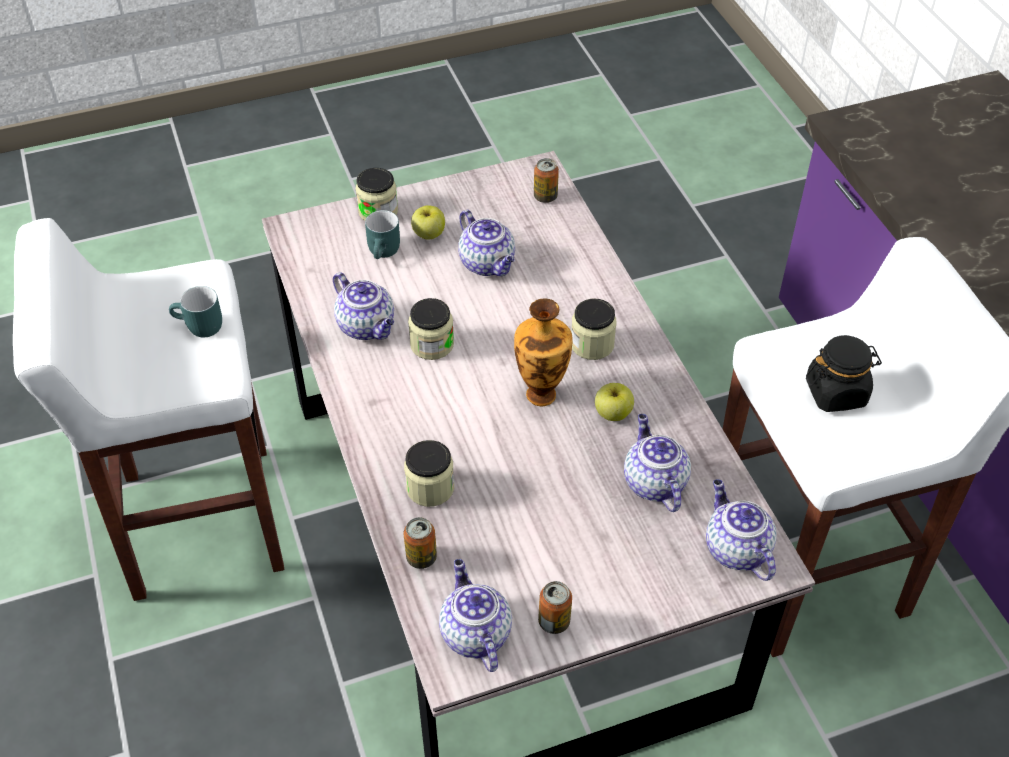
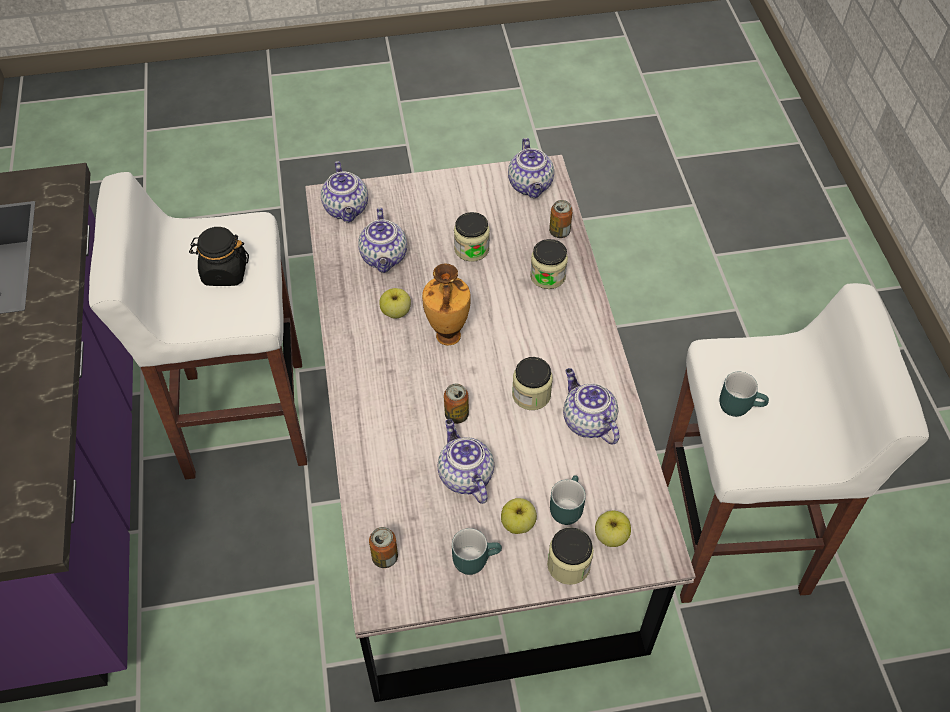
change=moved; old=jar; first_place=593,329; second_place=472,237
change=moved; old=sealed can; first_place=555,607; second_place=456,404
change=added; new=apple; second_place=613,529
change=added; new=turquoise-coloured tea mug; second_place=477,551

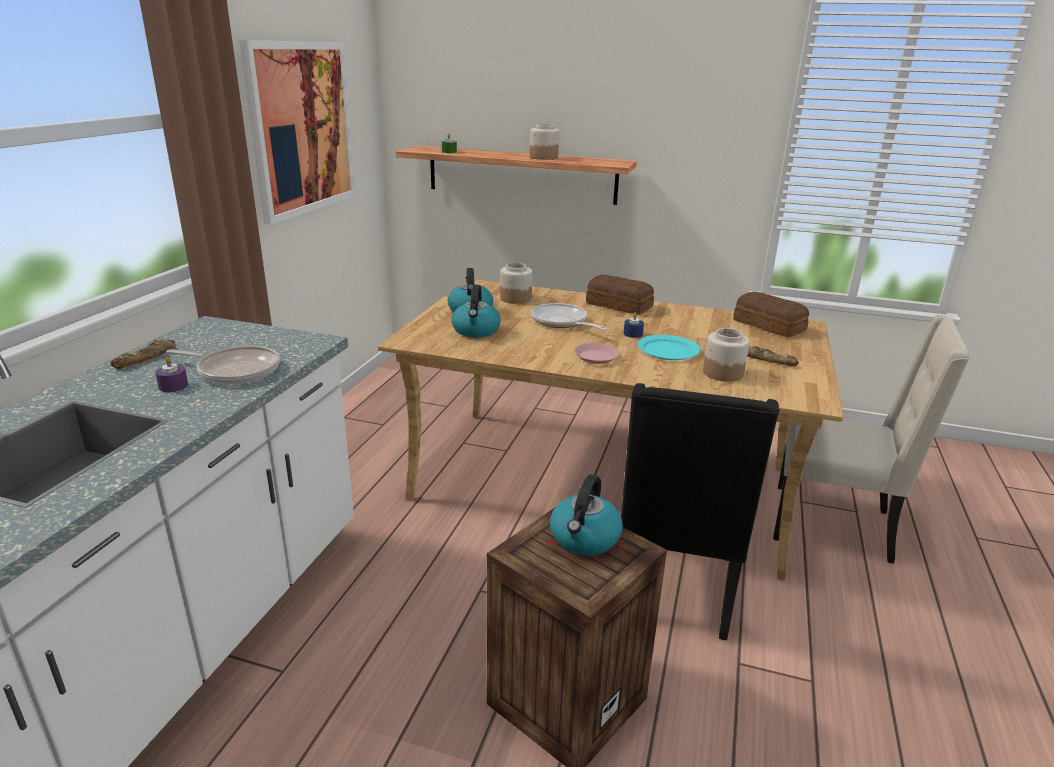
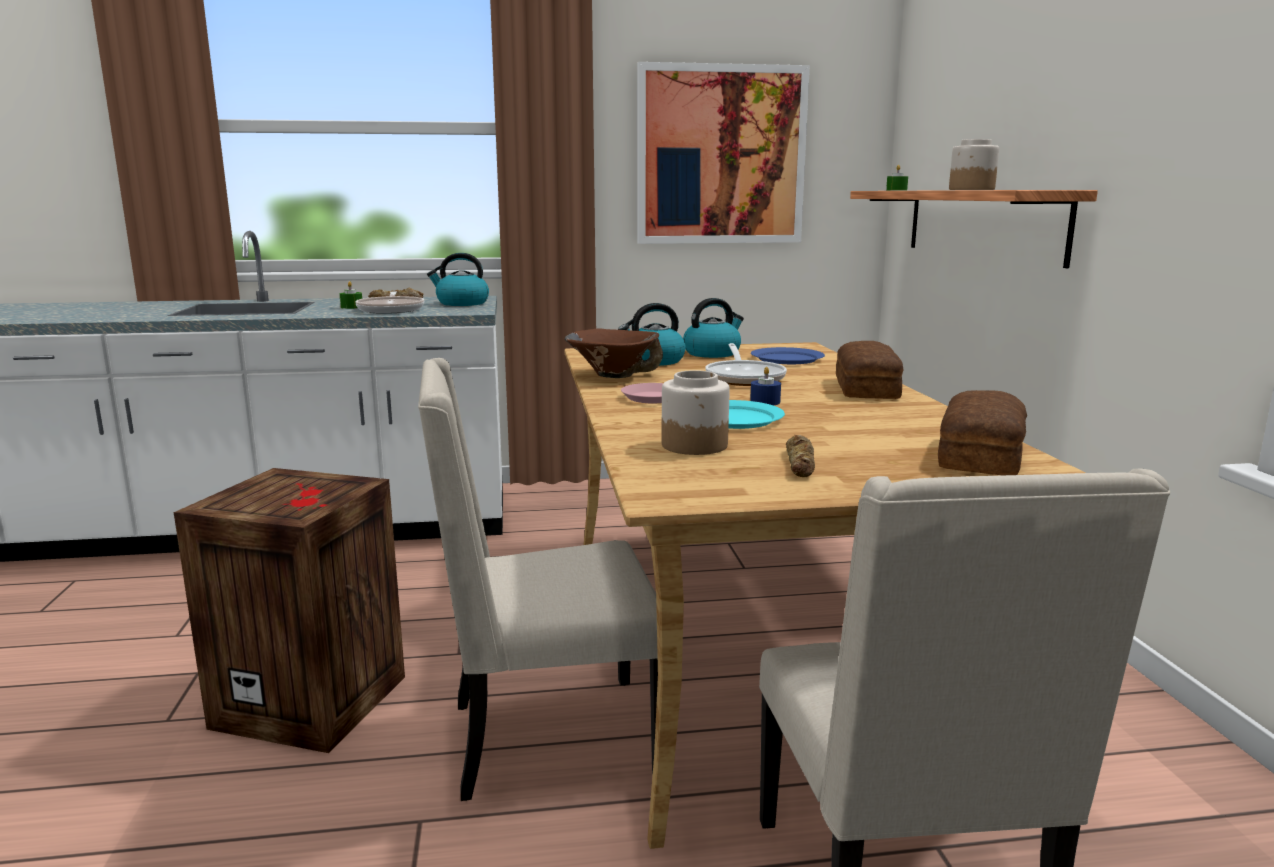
change=replaced; old=jar; new=blue plate; first_place=516,283; second_place=788,355
change=turned; old=frying pan; first_place=569,317; second_place=746,364; degrees=150
change=recoloured; old=purple-coloured wax light; new=green wax light; first_place=171,374; second_place=350,295
change=recoloured; old=black plain chair; new=beige-coloured plain chair; first_place=700,511; second_place=538,579
change=moved; old=kettle; first_place=586,514; second_place=458,279
change=added; new=brownish bowl; second_place=613,353

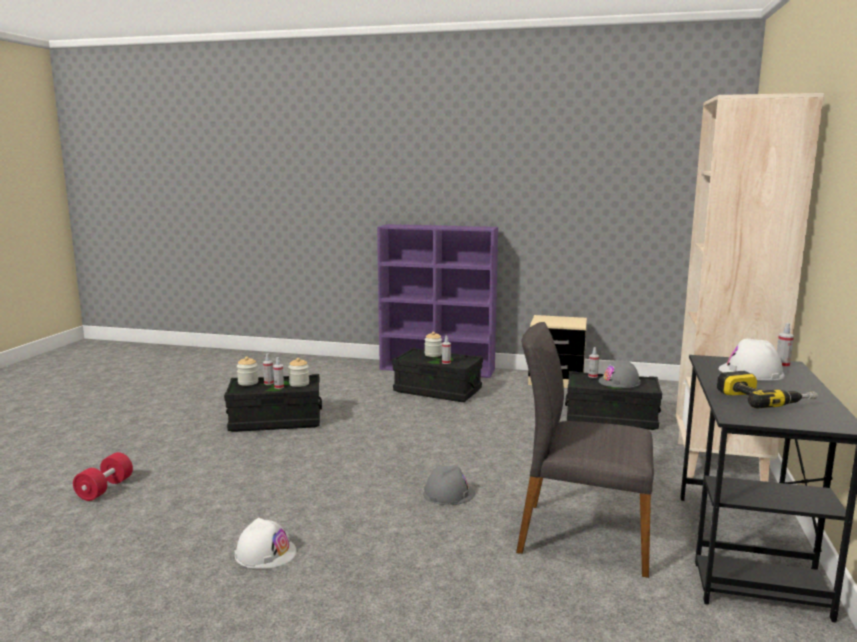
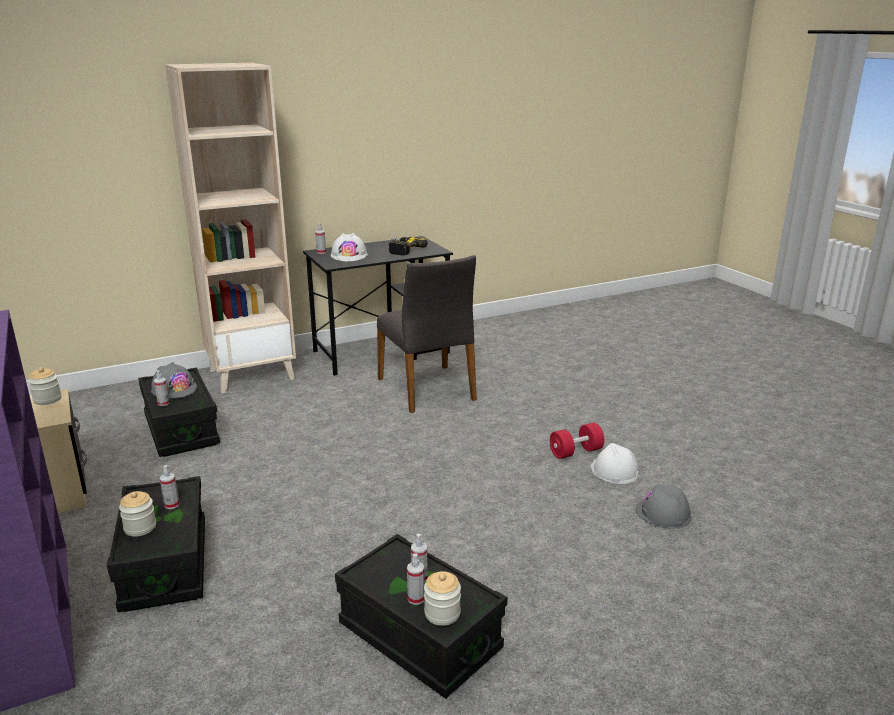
change=moved; old=jar; first_place=298,372; second_place=45,386
change=moved; old=red hand weight; first_place=103,476; second_place=577,441
change=moved; old=greyish hard hat; first_place=449,485; second_place=663,507

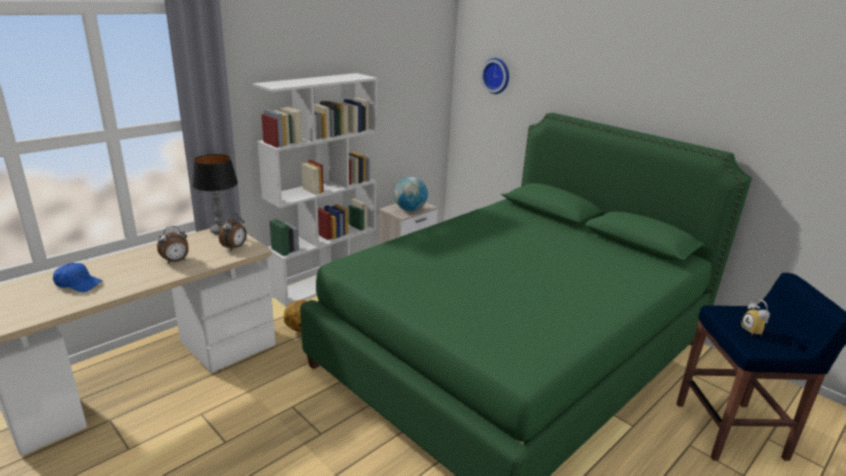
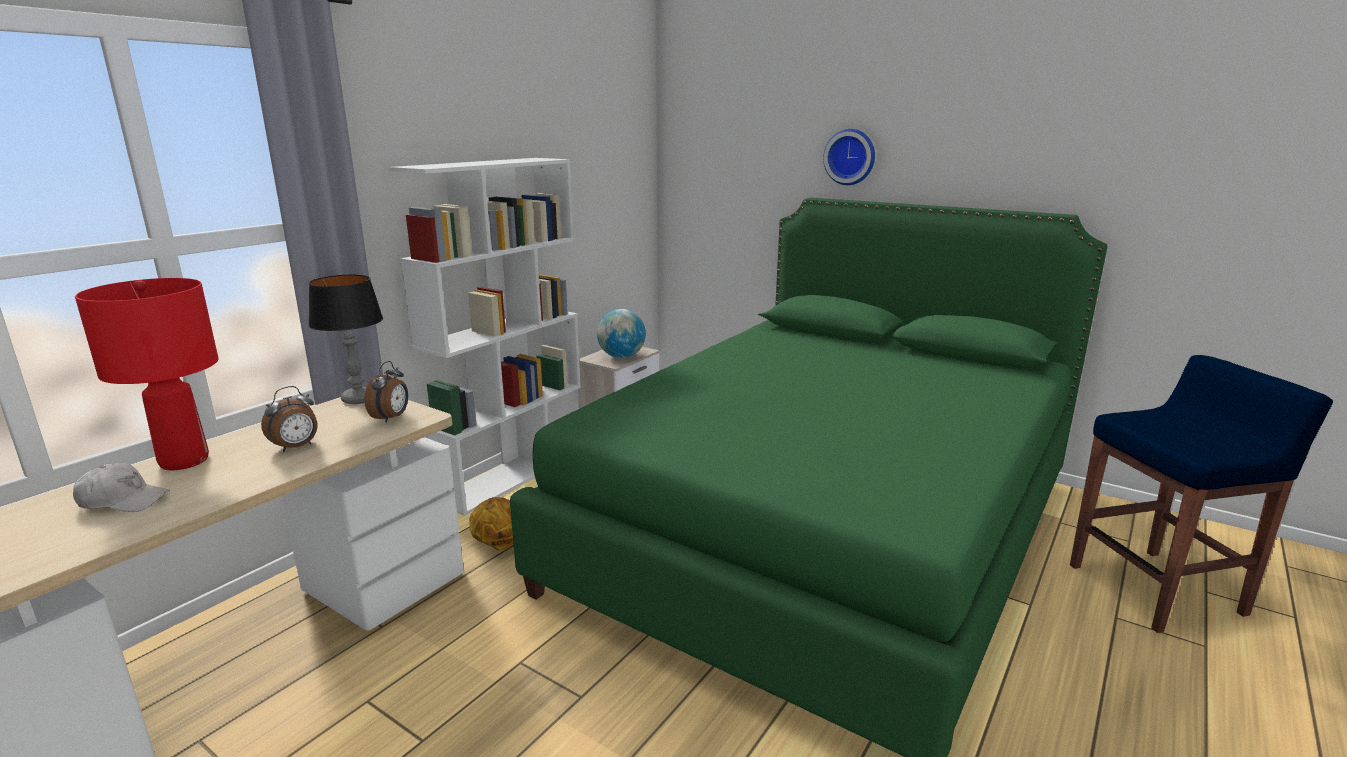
change=moved; old=clock on the wall; first_place=495,76; second_place=849,157
change=recoloured; old=blue cap; new=white cap; first_place=77,277; second_place=121,487
change=removed; old=table clock; first_place=755,317
change=added; new=red lamp for a table; second_place=147,374

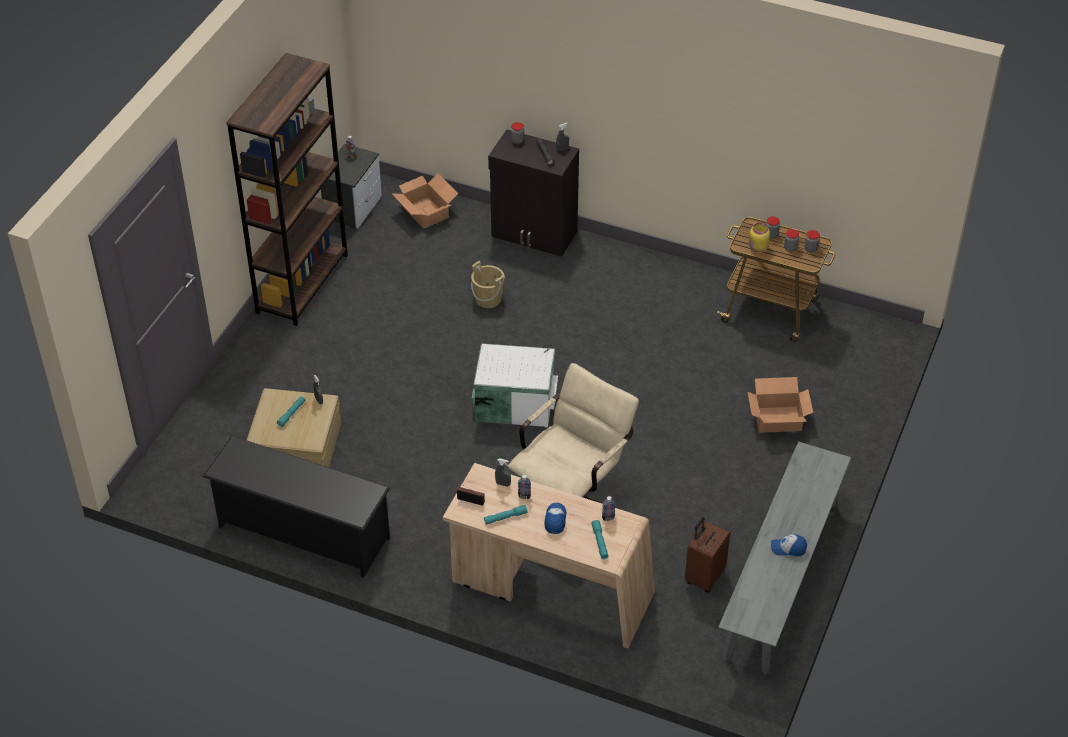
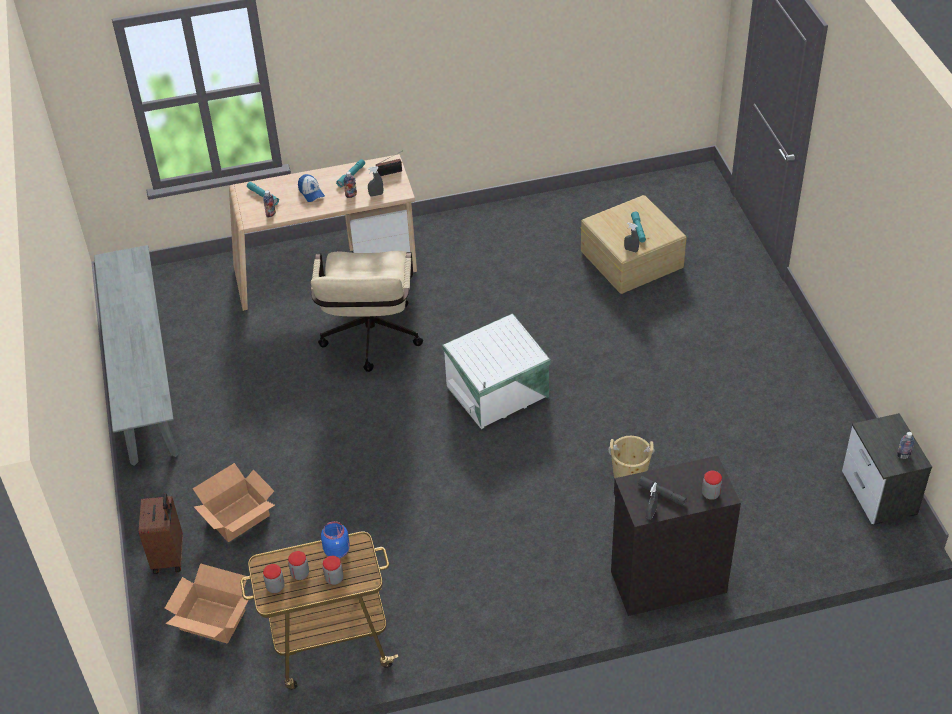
change=removed; old=brownish bookshelf; first_place=287,189
change=moved; old=carton; first_place=425,201; second_place=206,603
change=recoloured; old=yellowish jar; new=blue jar; first_place=759,237; second_place=335,539
change=removed; old=black shoe rack; first_place=296,507
change=moved; old=brownish suitcase; first_place=707,555; second_place=161,533
change=removed; old=cap; first_place=789,545

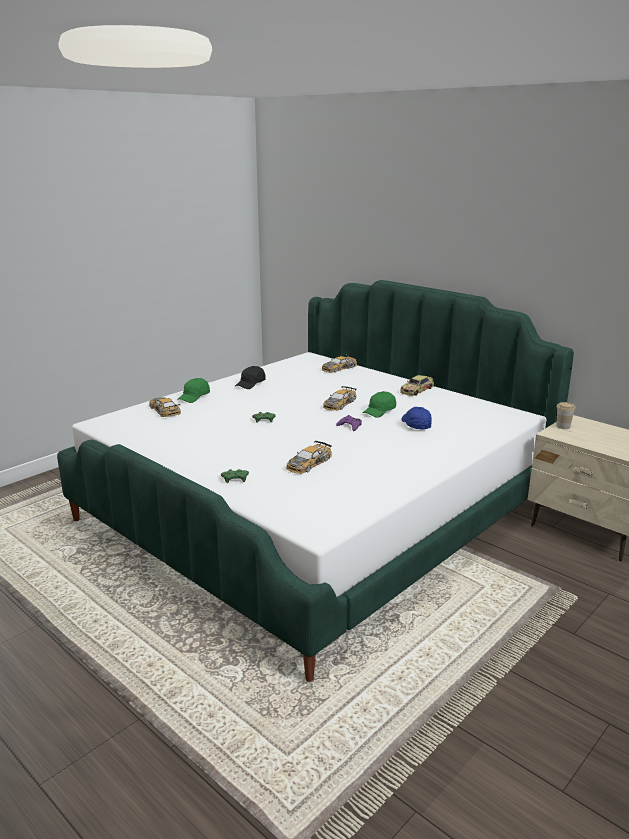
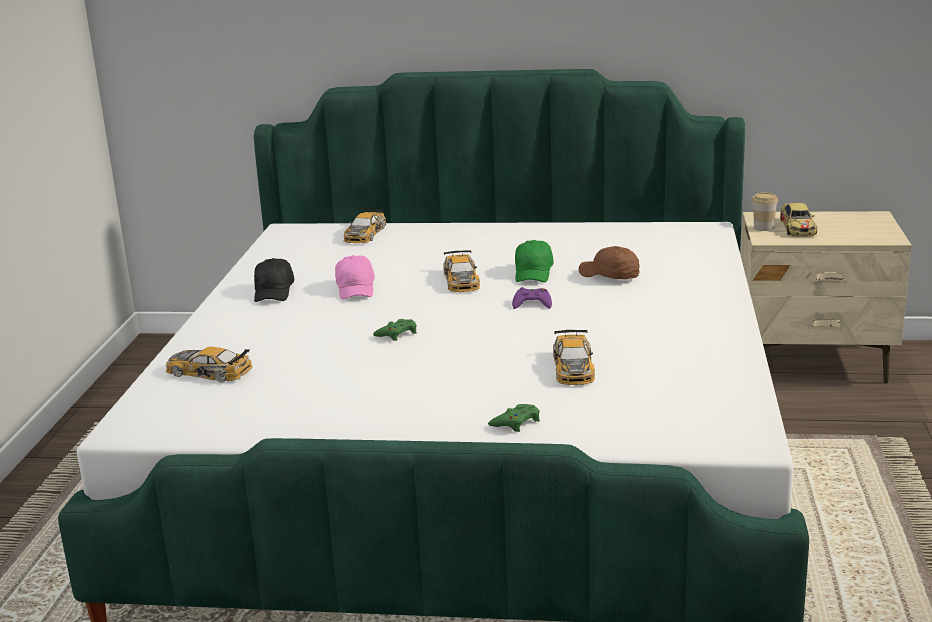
change=moved; old=miniature car; first_place=417,385; second_place=798,220
change=removed; old=green cap; first_place=193,390
change=recoloured; old=blue cap; new=brownish cap; first_place=417,418; second_place=609,262
change=added; new=pink cap; second_place=355,277

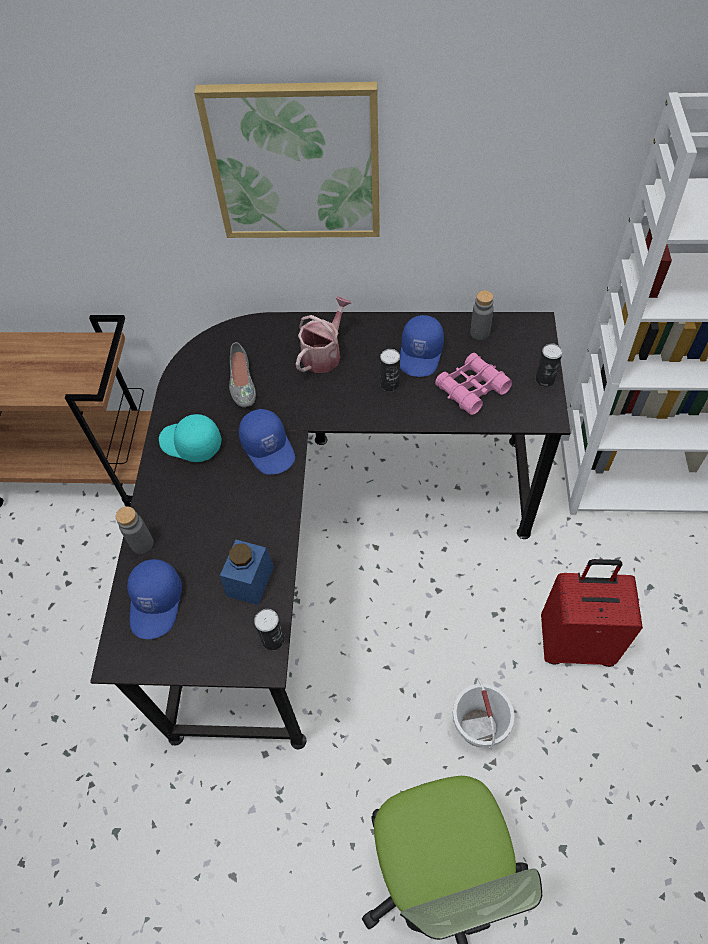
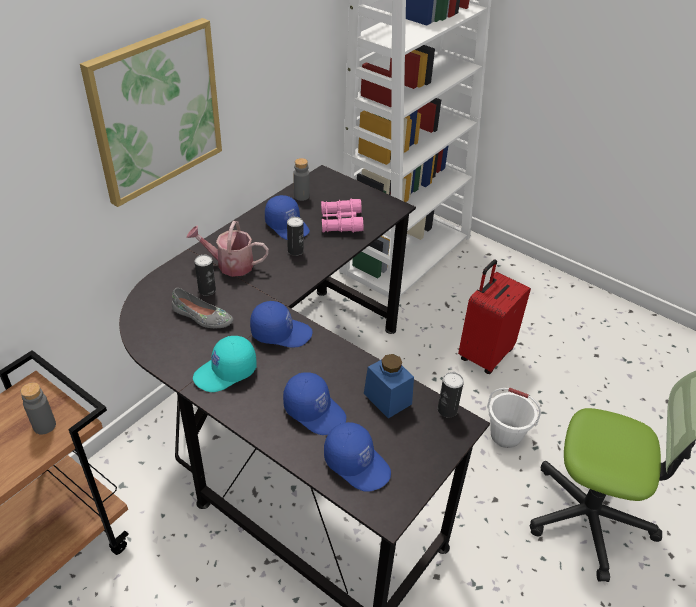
change=turned; old=watering pot; first_place=324,334; second_place=228,249; degrees=-60
change=moved; old=sealed can; first_place=549,365; second_place=205,275
change=moved; old=greyish bottle; first_place=135,530; second_place=38,408
change=added; new=blue cap; second_place=314,403

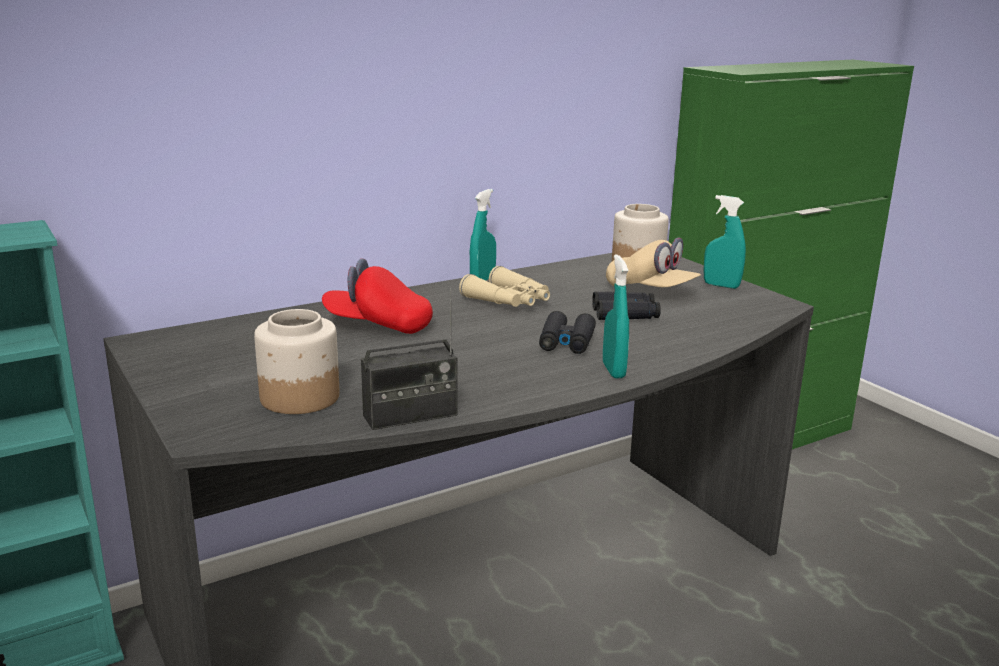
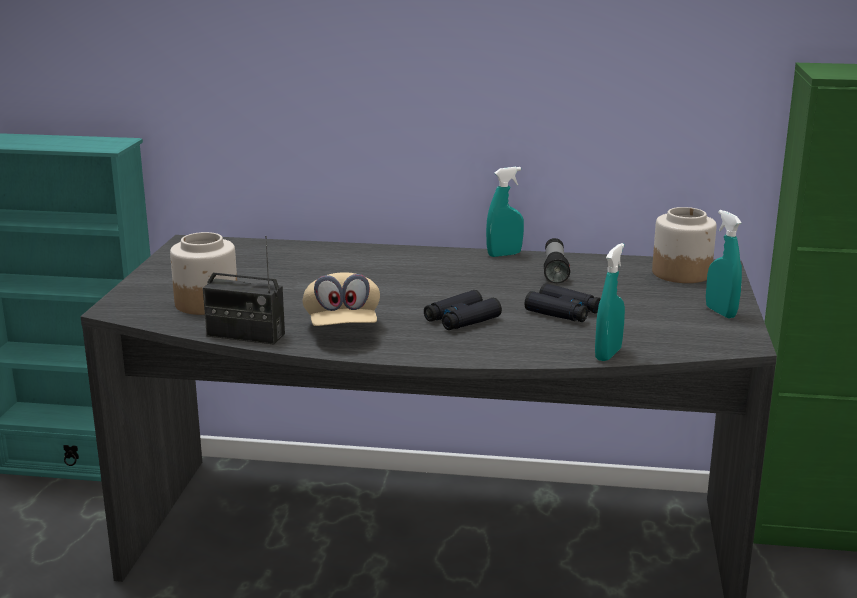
change=moved; old=beige-coloured cap; first_place=653,262; second_place=341,299
change=moved; old=turquoise-coloured sprayer; first_place=616,316; second_place=610,302
change=removed; old=red cap; first_place=377,296
change=removed; old=beige-coloured binoculars; first_place=504,286
change=added; new=hand torch; second_place=557,261

